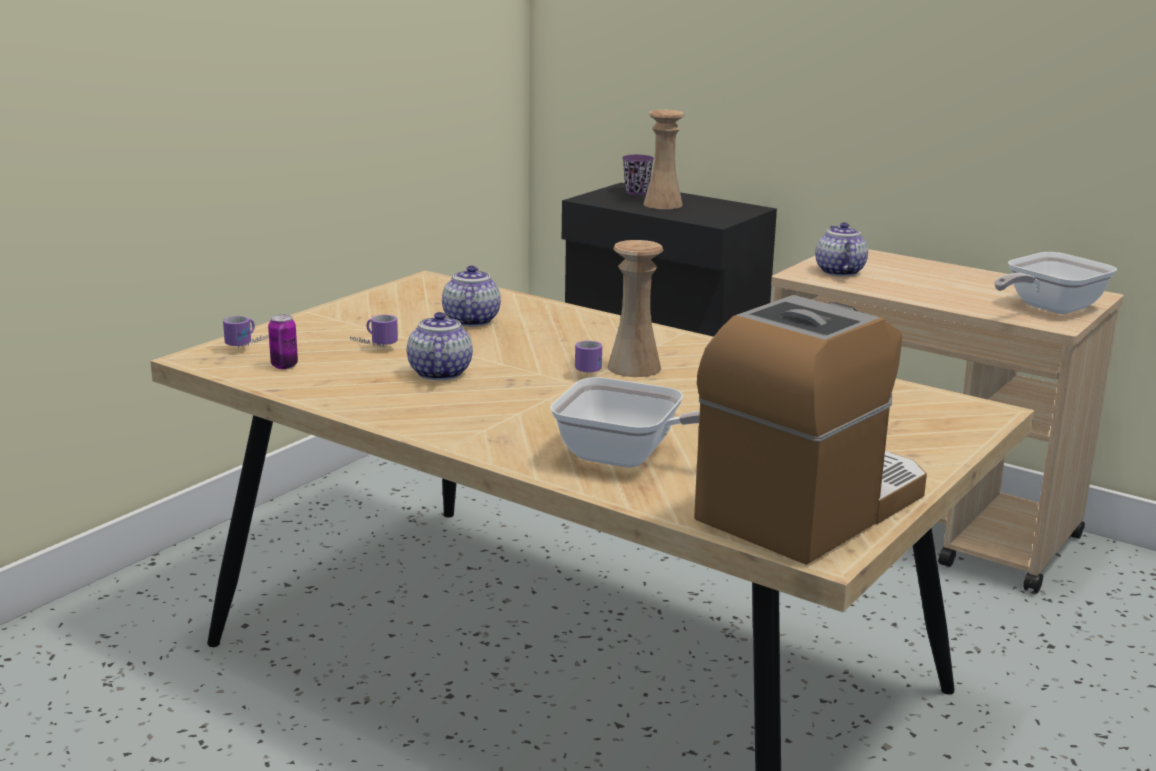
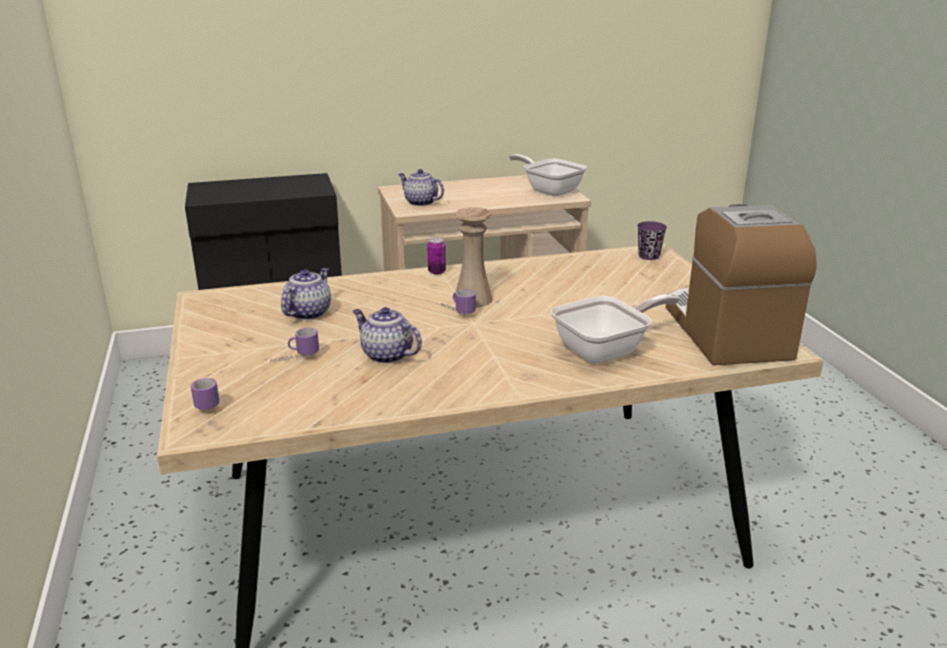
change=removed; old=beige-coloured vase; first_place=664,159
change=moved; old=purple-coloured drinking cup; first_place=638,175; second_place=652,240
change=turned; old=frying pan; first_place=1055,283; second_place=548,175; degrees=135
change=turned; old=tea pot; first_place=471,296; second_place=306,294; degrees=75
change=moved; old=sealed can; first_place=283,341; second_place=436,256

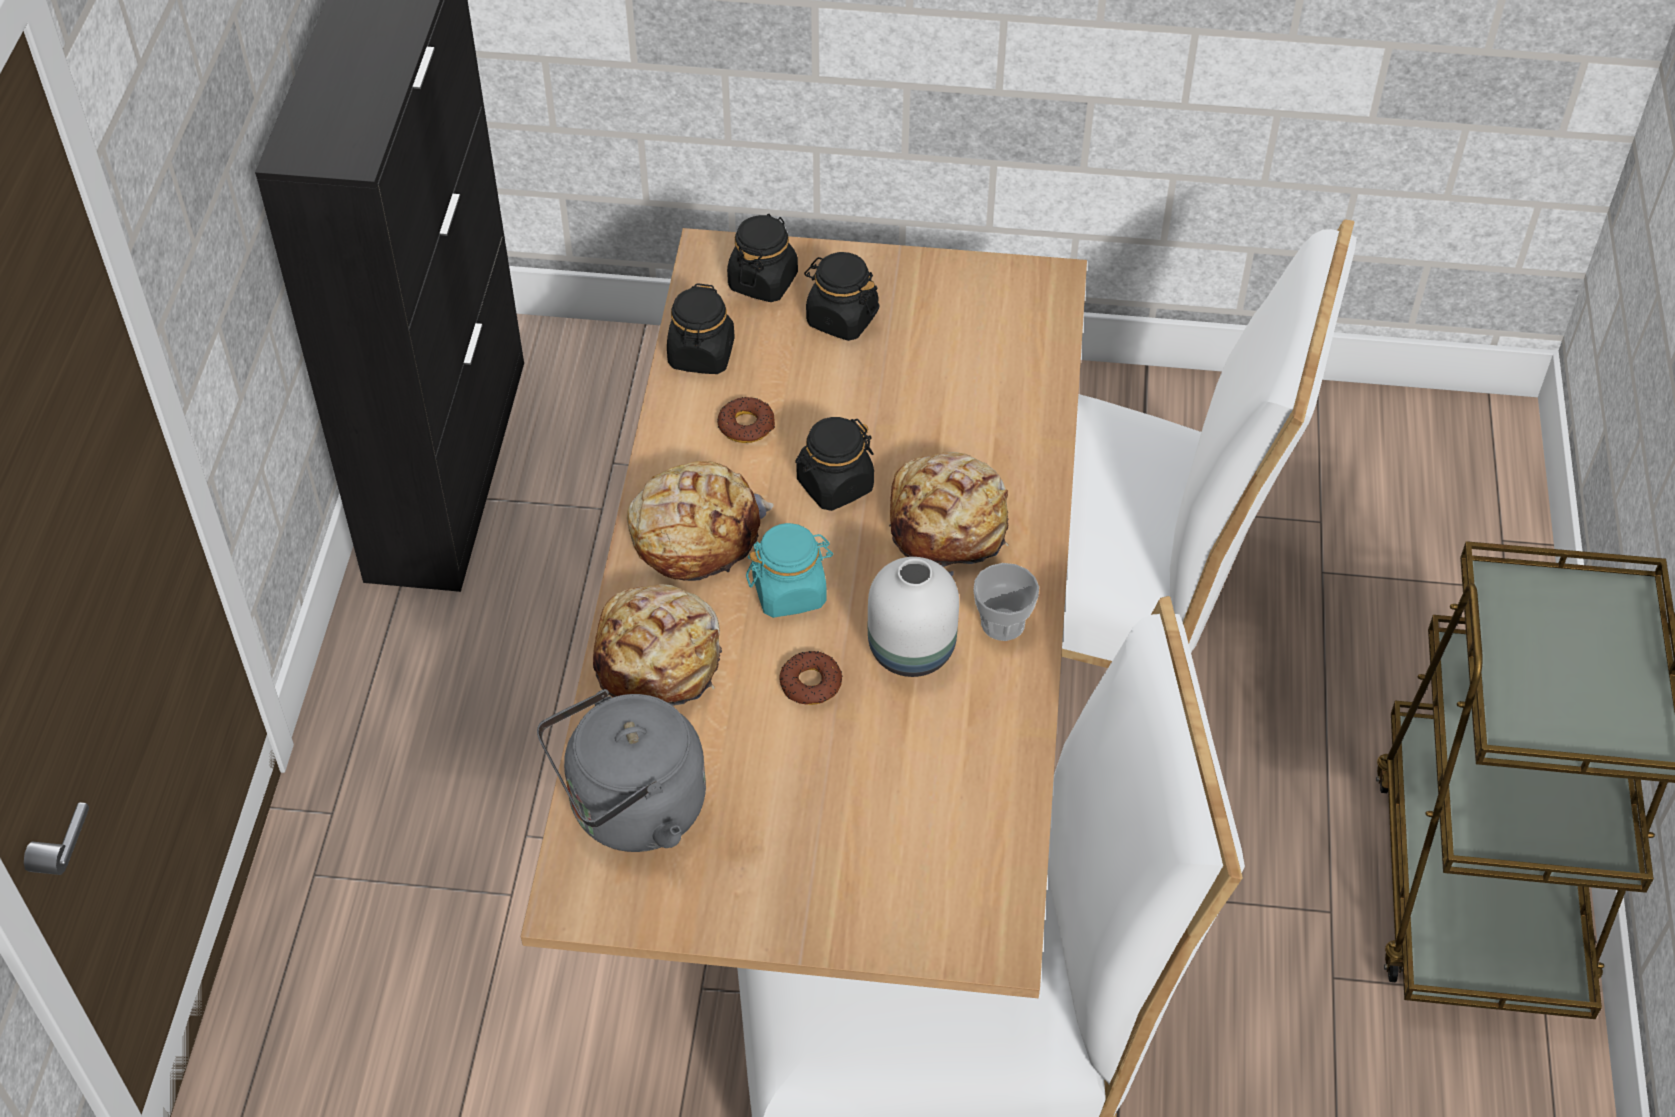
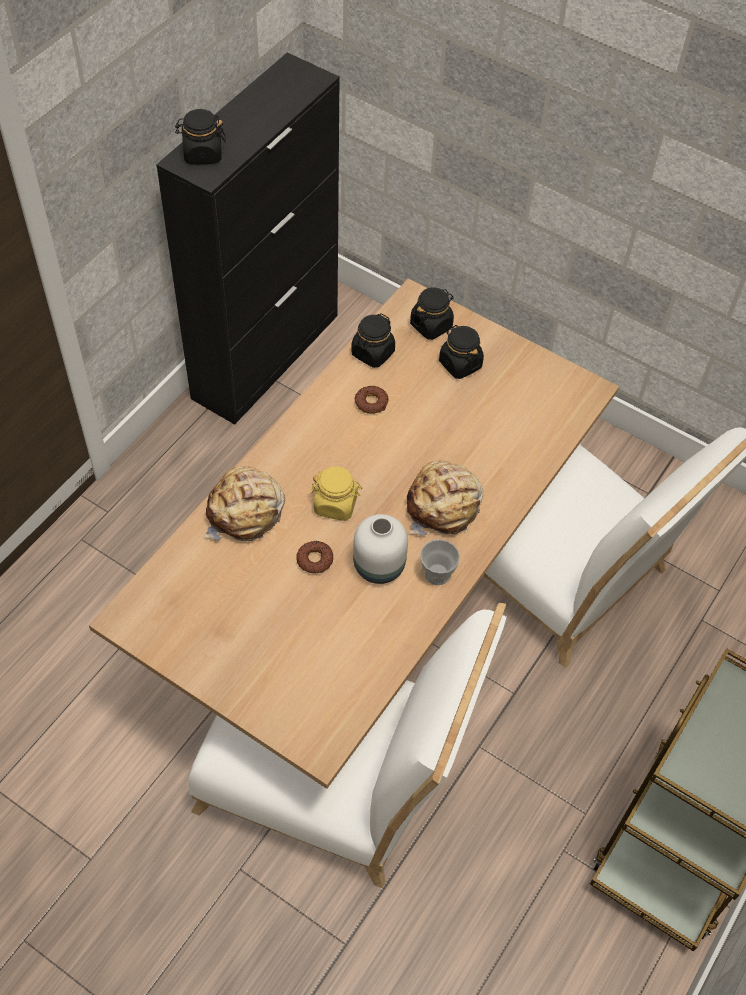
change=moved; old=black jar; first_place=834,464; second_place=200,136
change=removed; old=bakery bread; first_place=700,521
change=recoloured; old=turquoise-coloured jar; new=yellowish jar; first_place=789,570; second_place=336,493
change=removed; old=greyish kettle; first_place=621,770

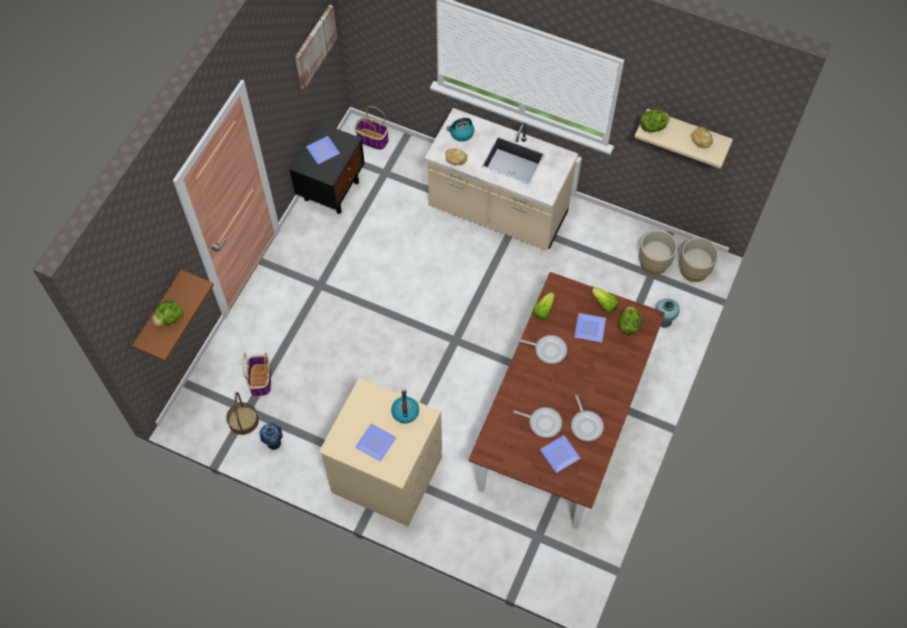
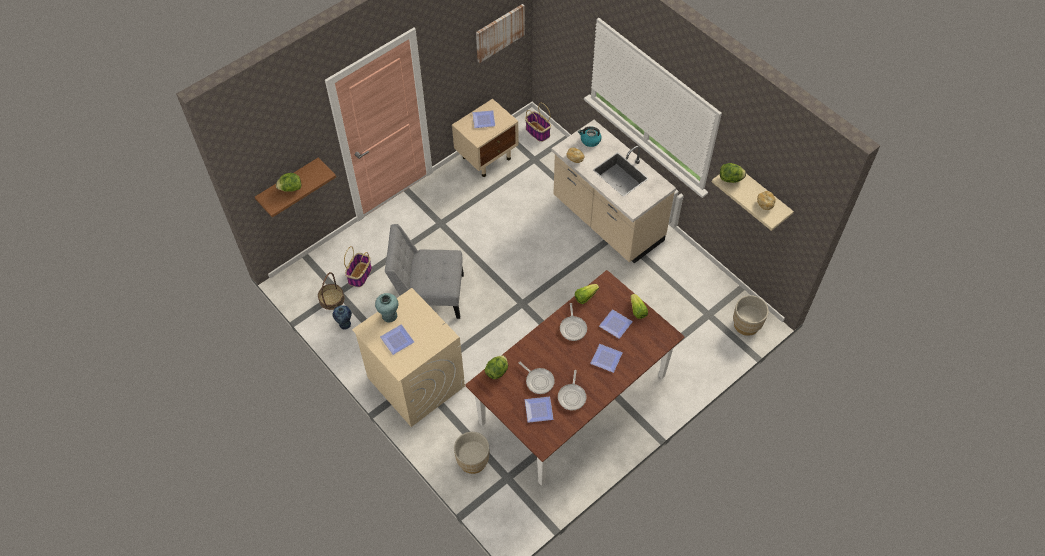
change=recoloured; old=black nightstand; new=beige-coloured nightstand; first_place=327,168; second_place=485,138
change=moved; old=beige-coloured plant pot; first_place=658,252; second_place=471,453
change=moved; old=turquoise-coloured vase; first_place=668,313; second_place=386,307
change=moved; old=head of lettuce; first_place=630,320; second_place=496,367
change=turned; old=frying pan; first_place=543,349; second_place=573,322; degrees=45
change=removed; old=kettle; first_place=405,406
change=added; new=greyish plain chair; second_place=424,271
change=added; new=plate; second_place=606,358

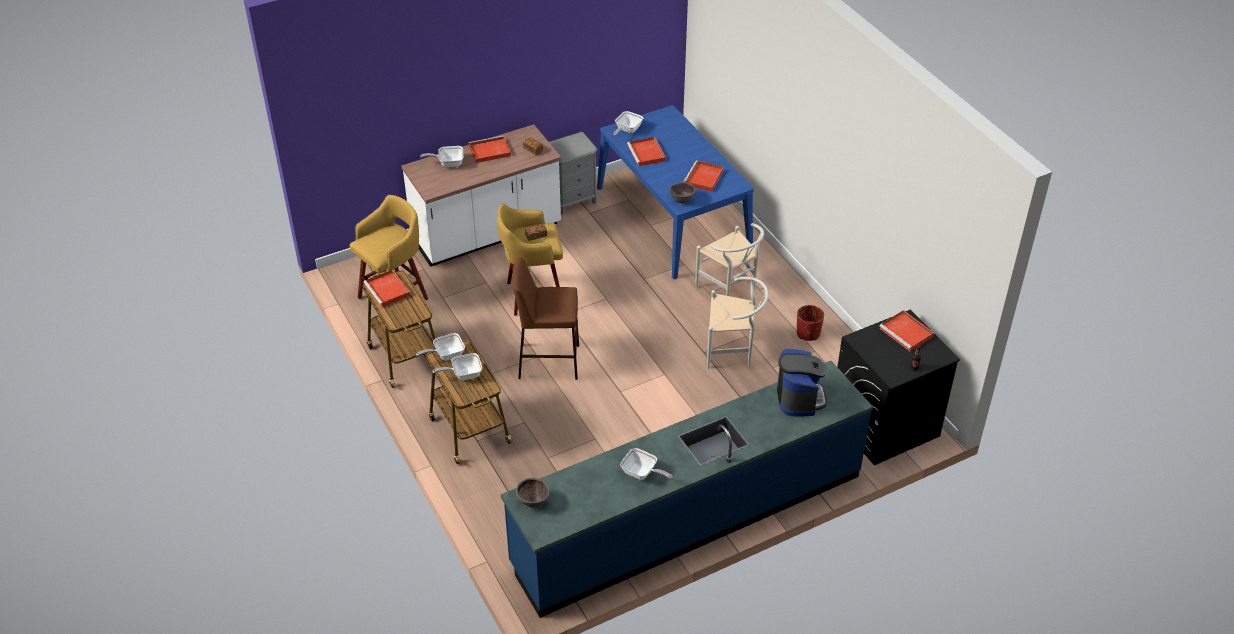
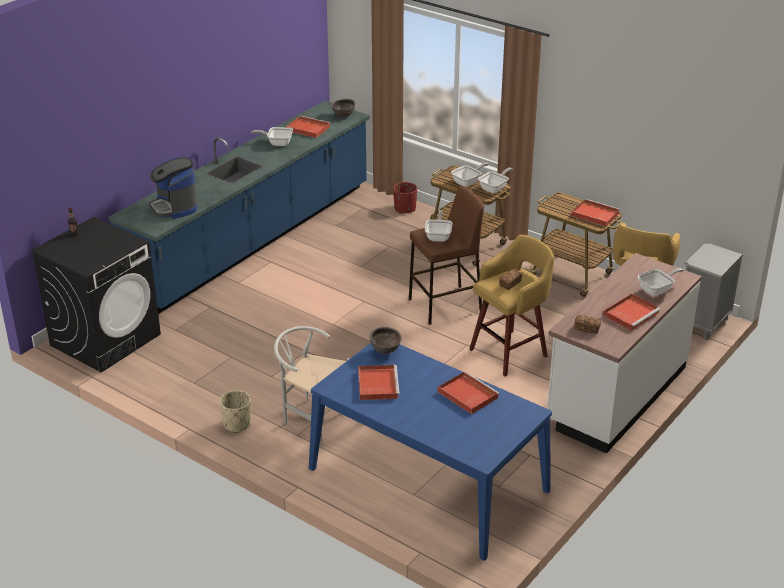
change=moved; old=frying pan; first_place=628,123; second_place=439,226
change=moved; old=greyish nightstand; first_place=573,173; second_place=714,292
change=removed; old=white plain chair; first_place=738,323
change=moved; old=red plant pot; first_place=810,323; second_place=405,198
change=moved; old=red tray; first_place=906,330; second_place=308,127
change=added; new=beige-coloured plant pot; second_place=235,411

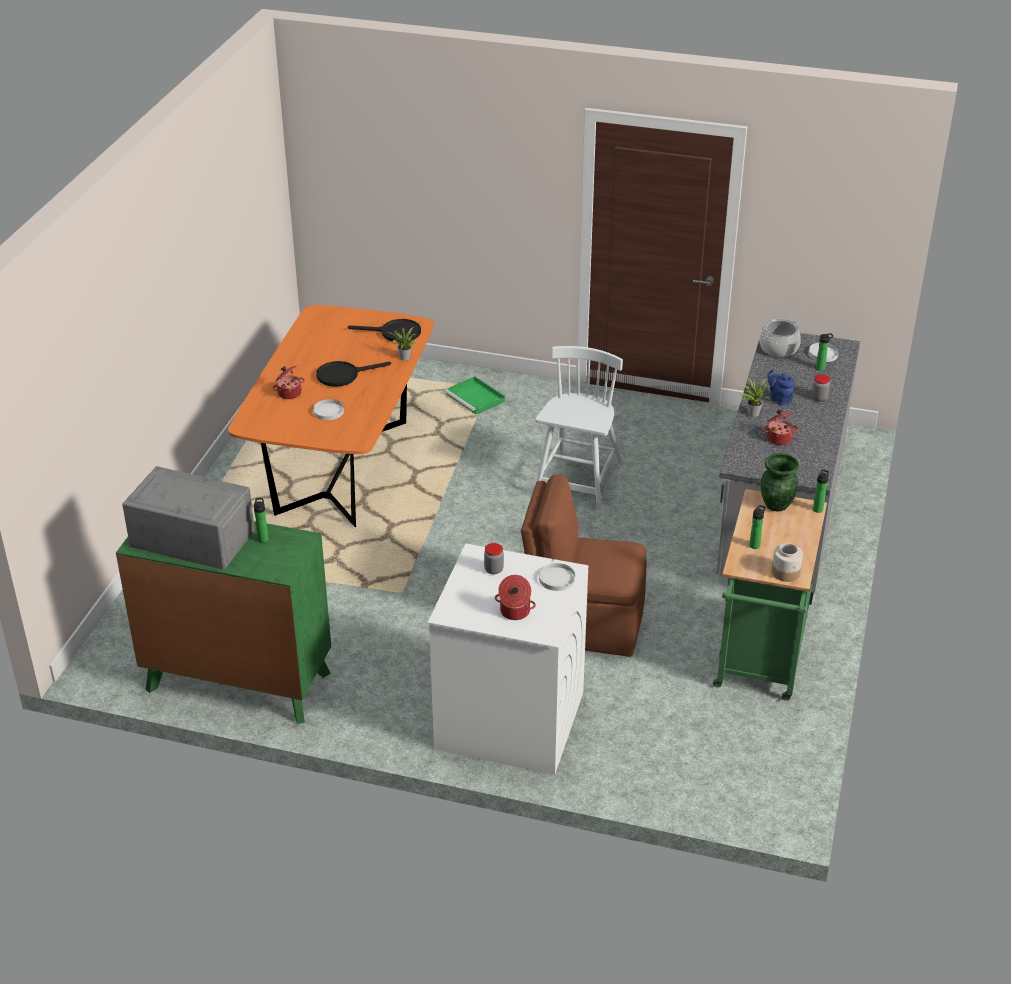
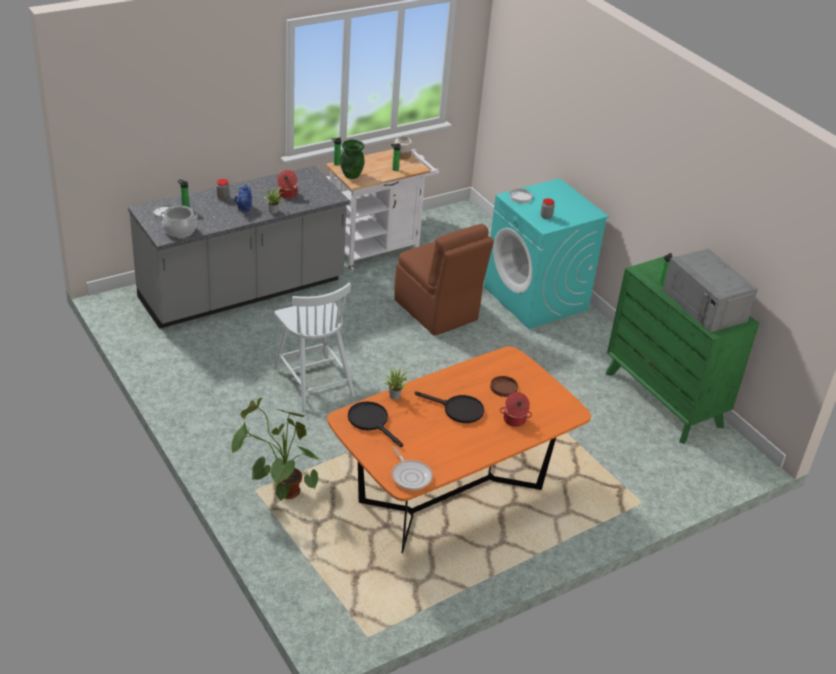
change=turned; old=white plain chair; first_place=579,428; second_place=314,347; degrees=-90
change=replaced; old=green tray; new=potted plant; first_place=474,395; second_place=276,449
change=recoloured; old=white plate; new=brownish plate; first_place=328,409; second_place=504,386
change=recoloured; old=green cart; new=white cart; first_place=770,595; second_place=383,210
change=recoloured; old=white laundry machine; new=turquoise-coloured laundry machine; first_place=508,659; second_place=546,253
change=removed; old=saucepot; first_place=515,597
change=added; new=frying pan; second_place=412,468

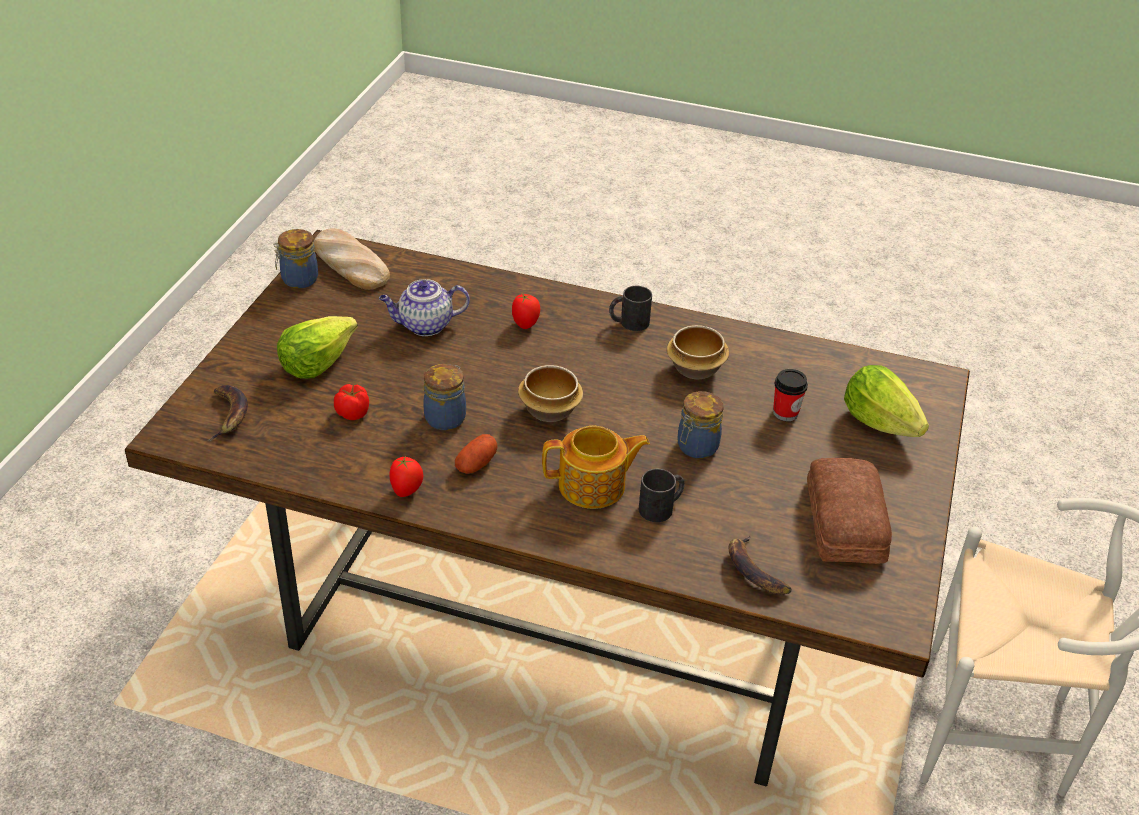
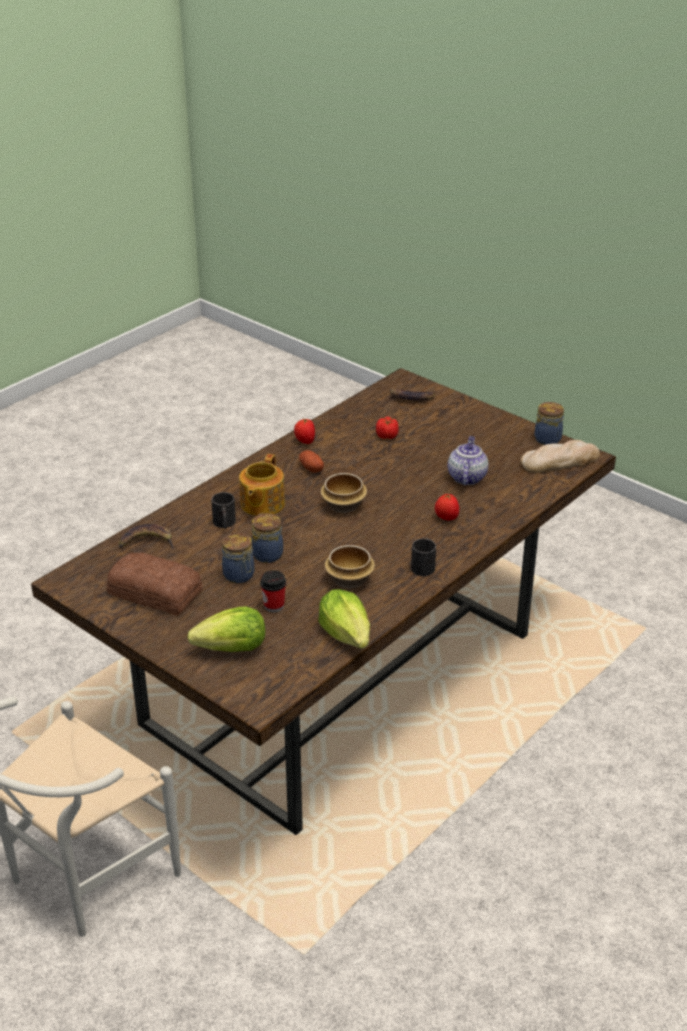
change=moved; old=head of lettuce; first_place=317,347; second_place=344,619
change=moved; old=jar; first_place=444,397; second_place=238,558

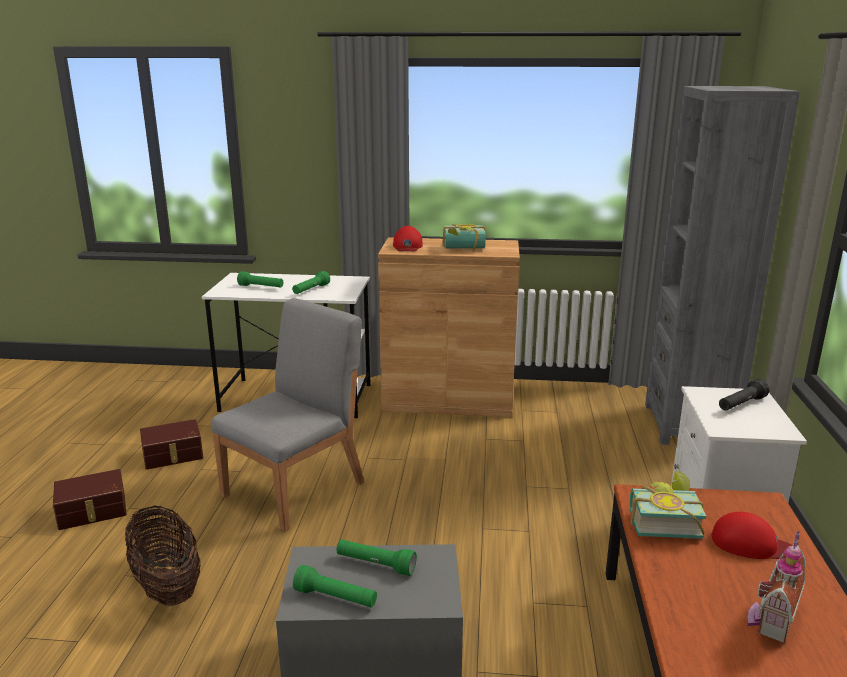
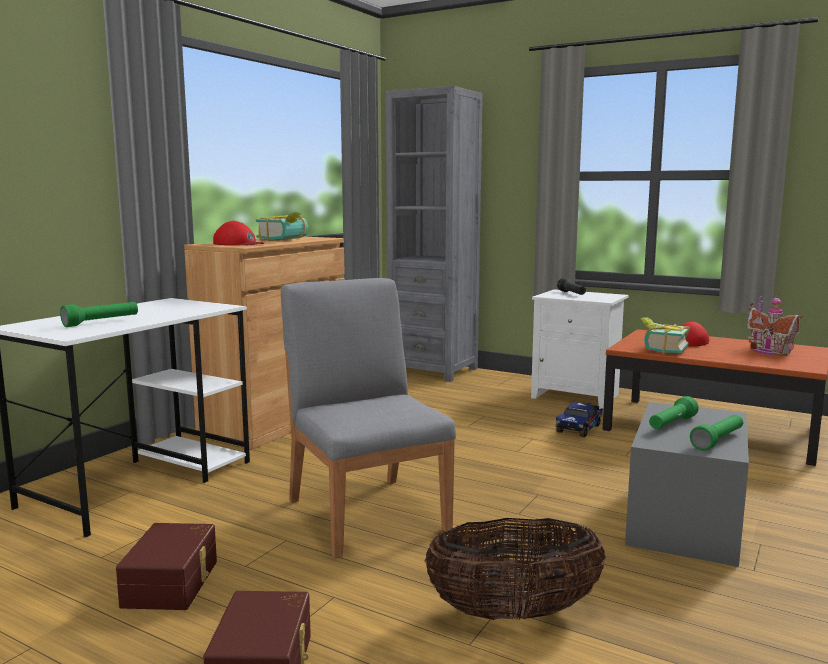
change=removed; old=green hand torch; first_place=311,282
change=added; new=toy lorry; second_place=579,419

